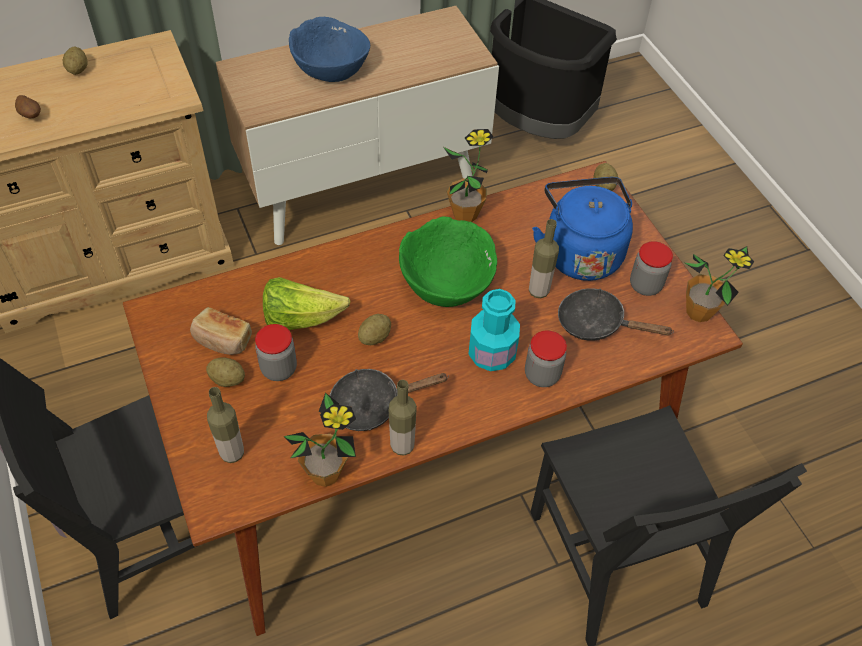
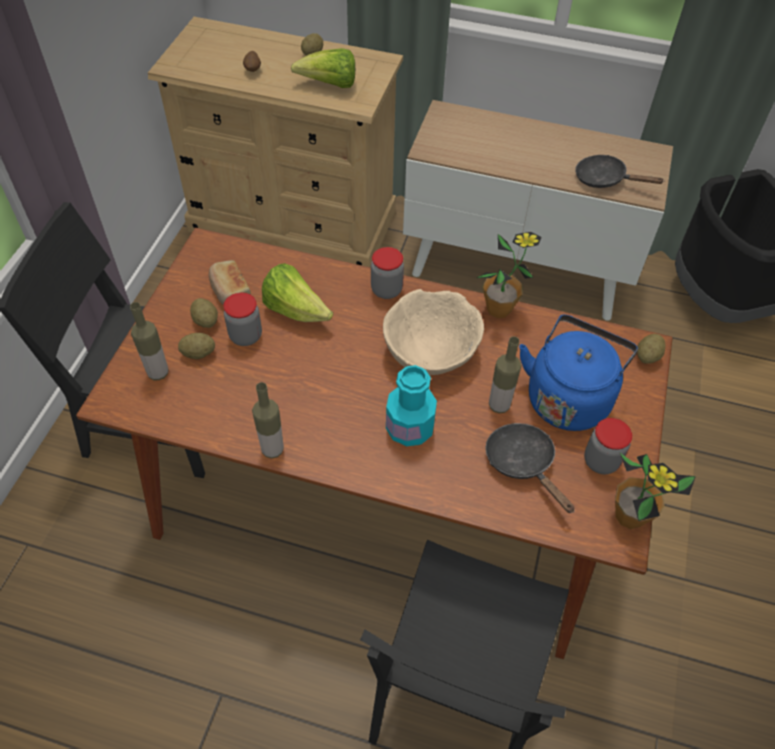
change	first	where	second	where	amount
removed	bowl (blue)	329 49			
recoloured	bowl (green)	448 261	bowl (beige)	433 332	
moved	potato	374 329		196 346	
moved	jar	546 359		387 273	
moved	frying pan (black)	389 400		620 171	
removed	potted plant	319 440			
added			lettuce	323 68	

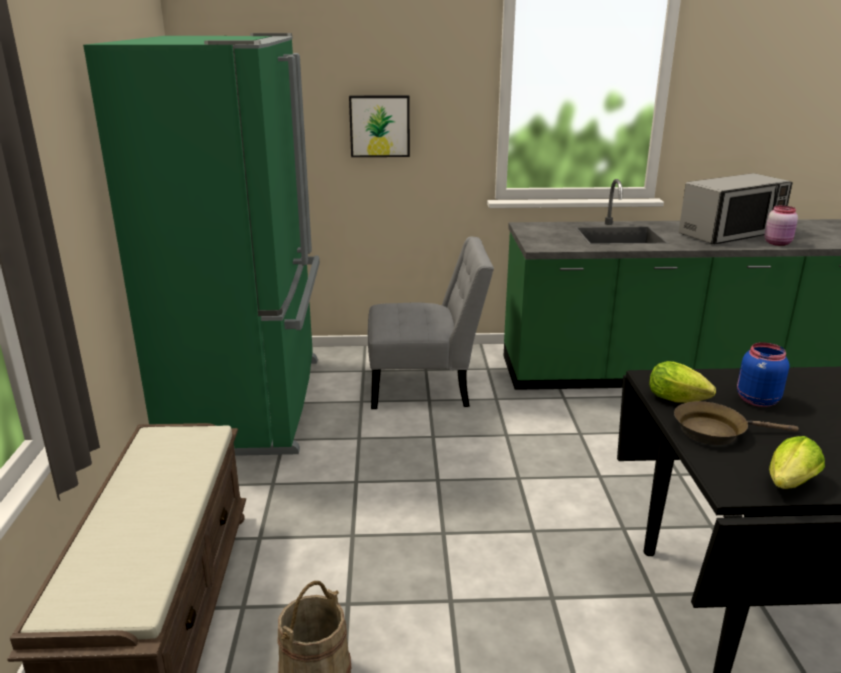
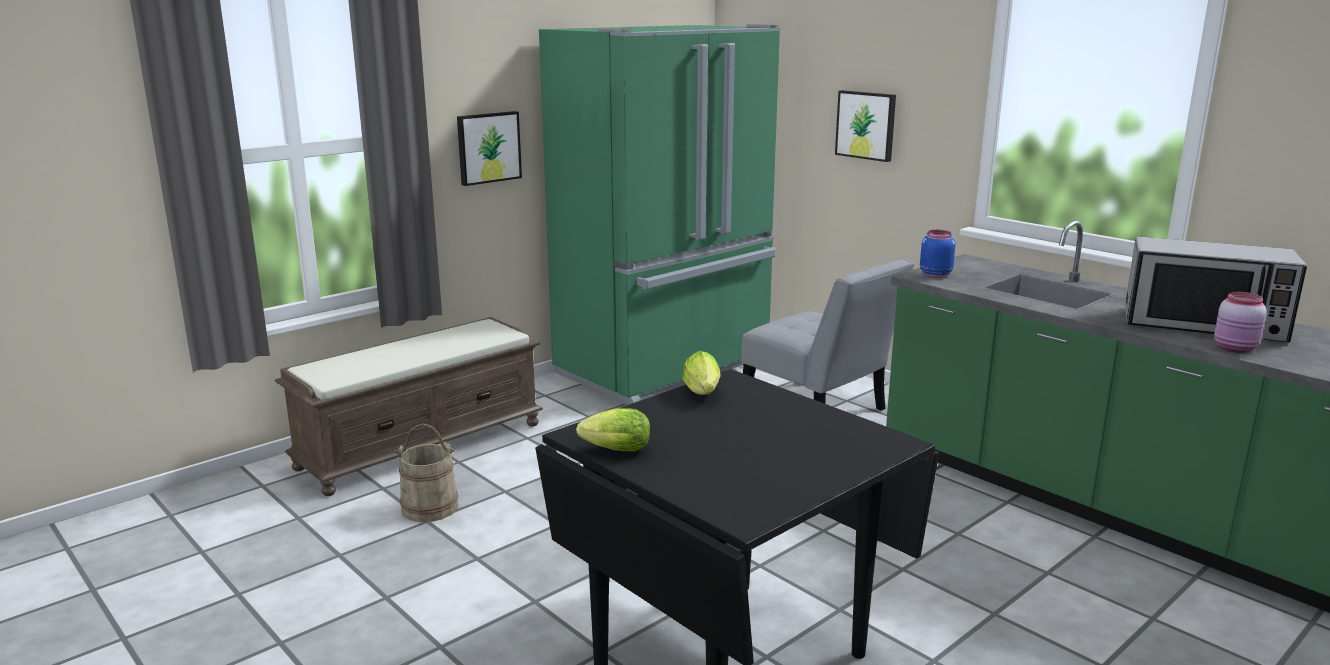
change	first	where	second	where	amount
moved	jar (blue)	763 374		937 254	
removed	frying pan (brown)	736 423			
added			picture	489 148	

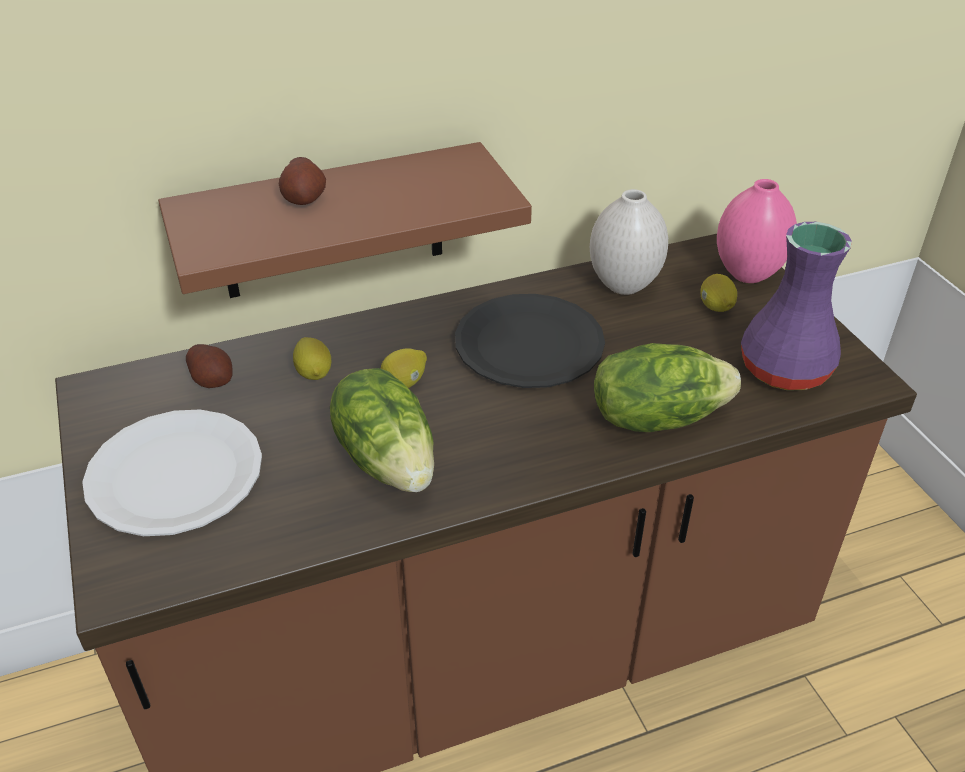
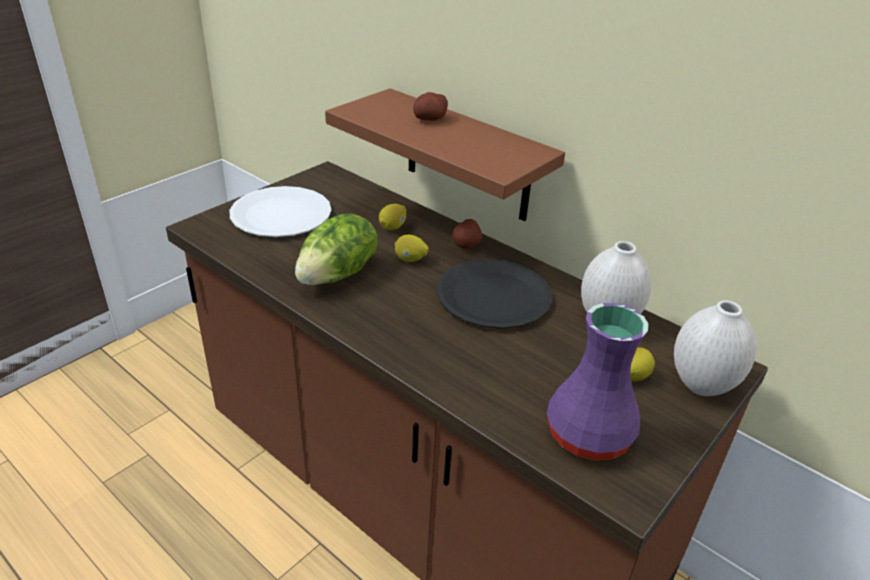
change	first	where	second	where	amount
recoloured	vase (pink)	757 231	vase (white)	715 348	
removed	lettuce	667 387			
moved	potato	209 366		467 234	

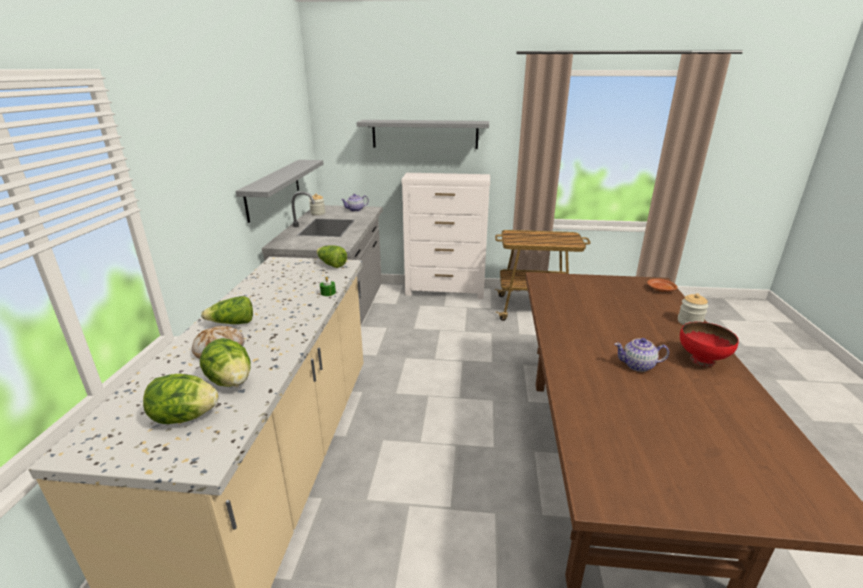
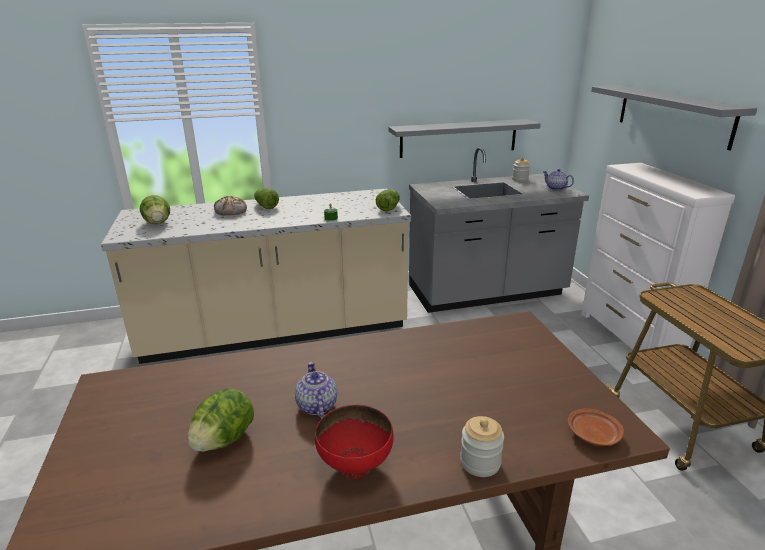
change	first	where	second	where	amount
moved	lettuce	225 362		221 420	

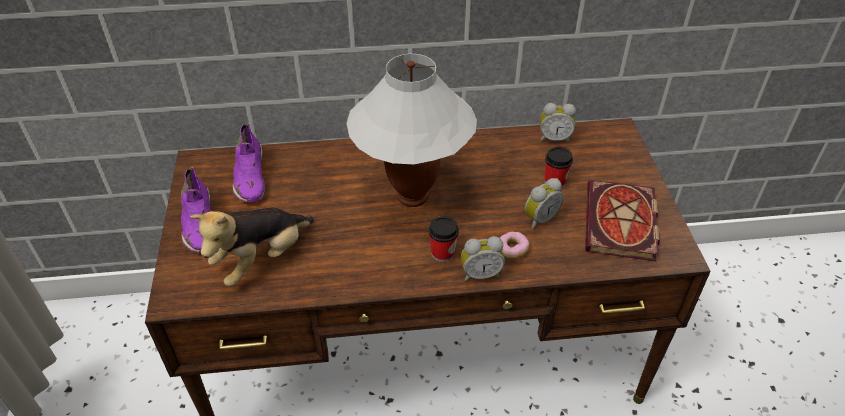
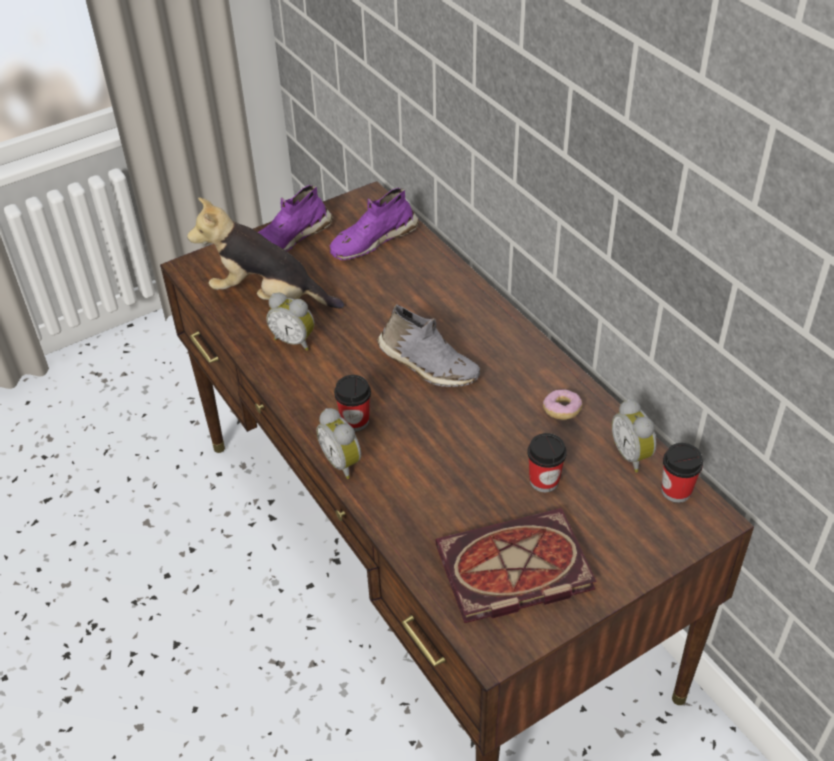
change	first	where	second	where	amount
replaced	table lamp (white)	411 130	shoe (grey)	428 345	
moved	alarm clock	544 203		290 322	
moved	donut	515 245		562 404	
added			cup	682 473	

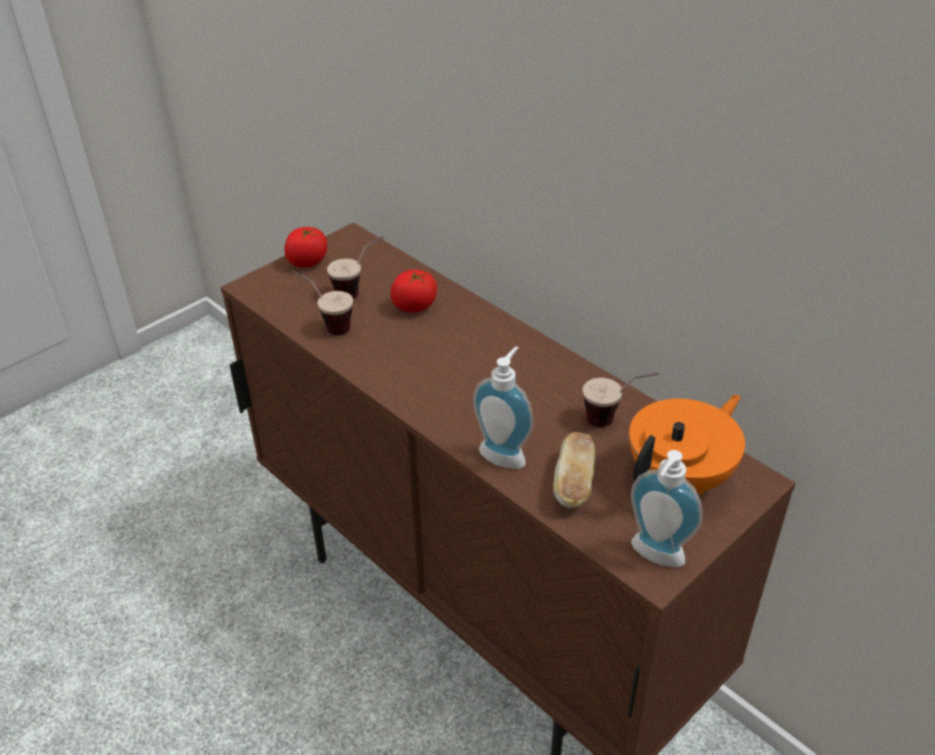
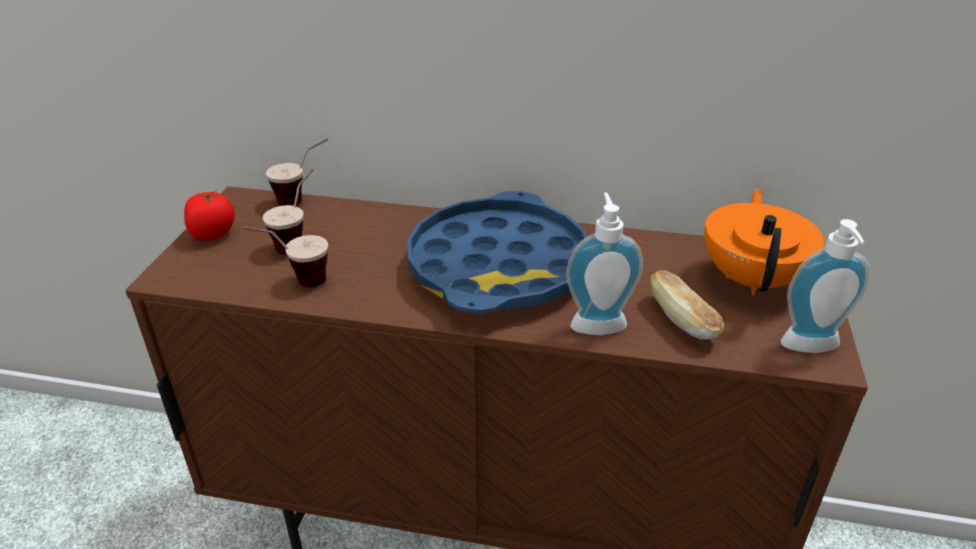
change	first	where	second	where	amount
removed	tomato	414 291			
moved	cup	621 400		297 172	
added			tray (blue)	497 252	

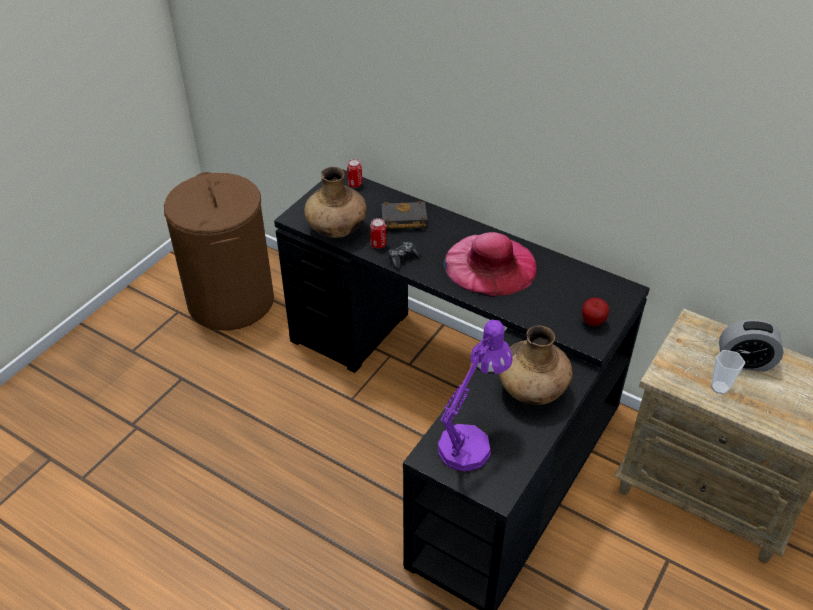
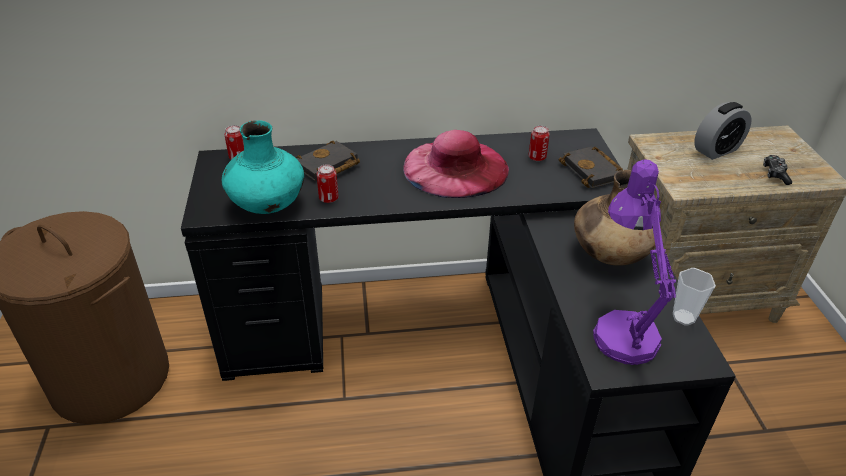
change	first	where	second	where	amount
recoloured	vase (brown)	335 202	vase (turquoise)	263 167	
moved	game controller	404 255		777 170	
replaced	apple	595 311	book (black)	591 168	
moved	cup	728 372		694 297	
added			can	539 143	

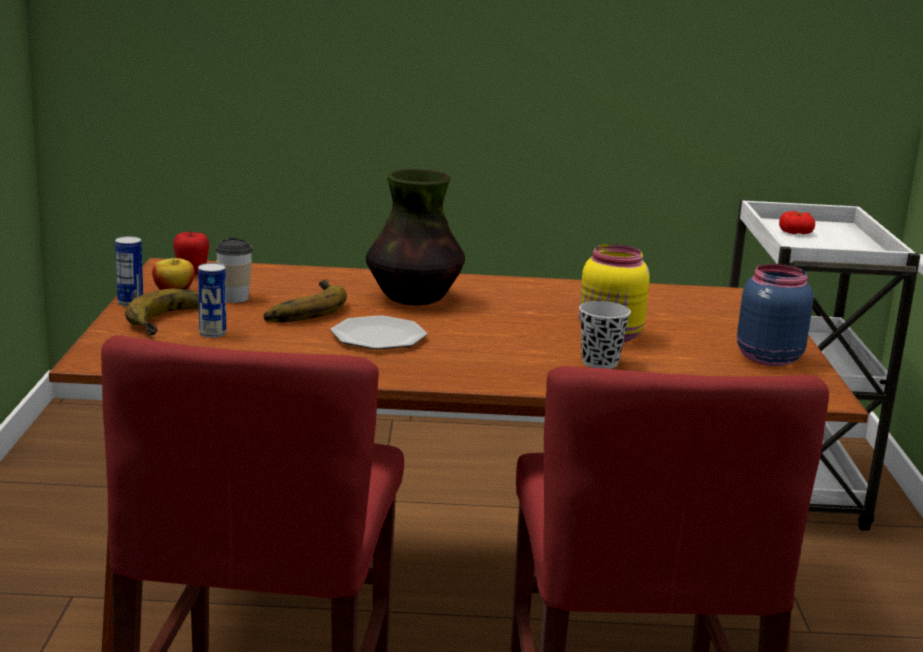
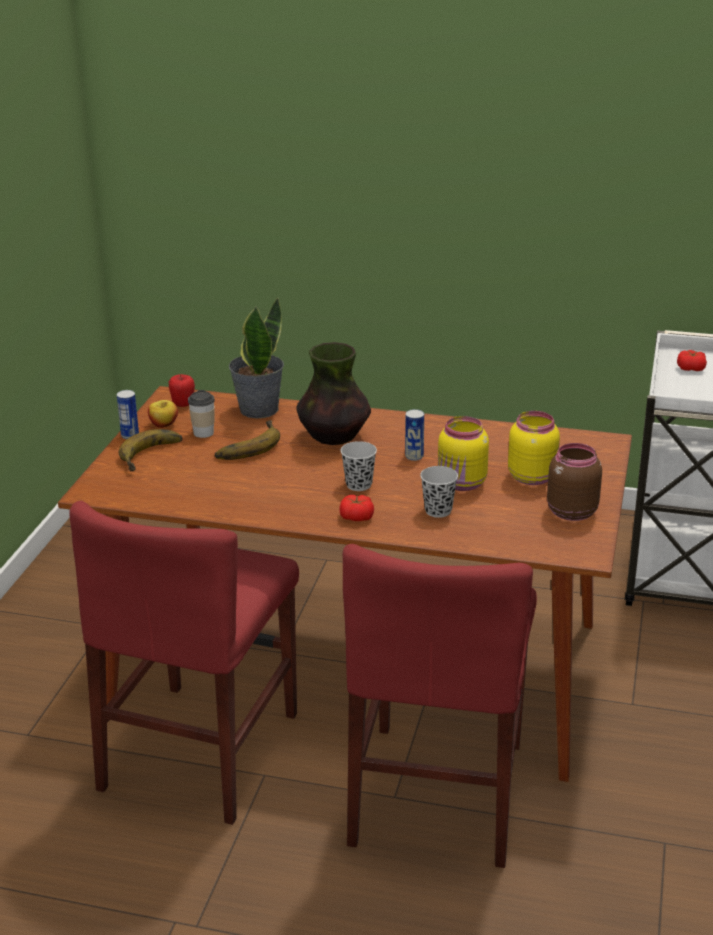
change	first	where	second	where	amount
moved	can	212 300		414 435	
recoloured	jar (blue)	775 315	jar (brown)	574 482	
removed	plate	379 332			
added			potted plant	256 357	
added			jar (yellow)	534 448	
added			cup (black)	359 466	
added			tomato	356 508	

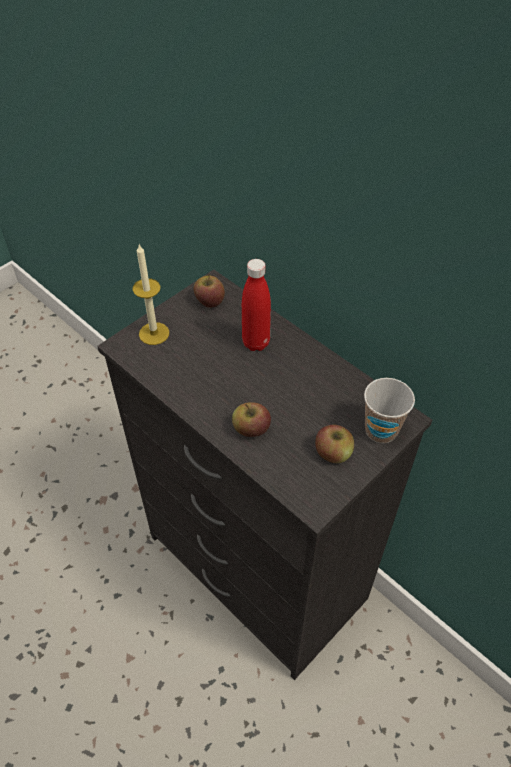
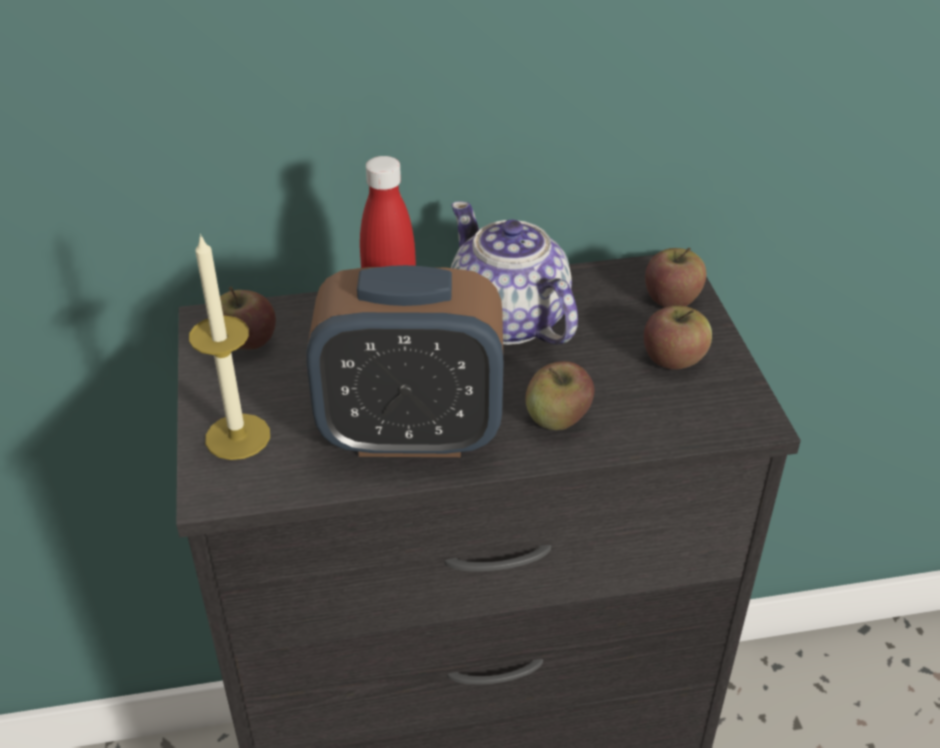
change	first	where	second	where	amount
replaced	cup	389 410	apple	675 277	
added			teapot	514 273	
added			alarm clock	404 361	

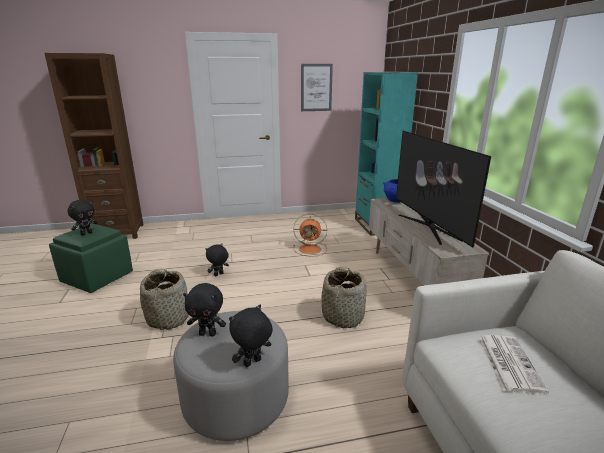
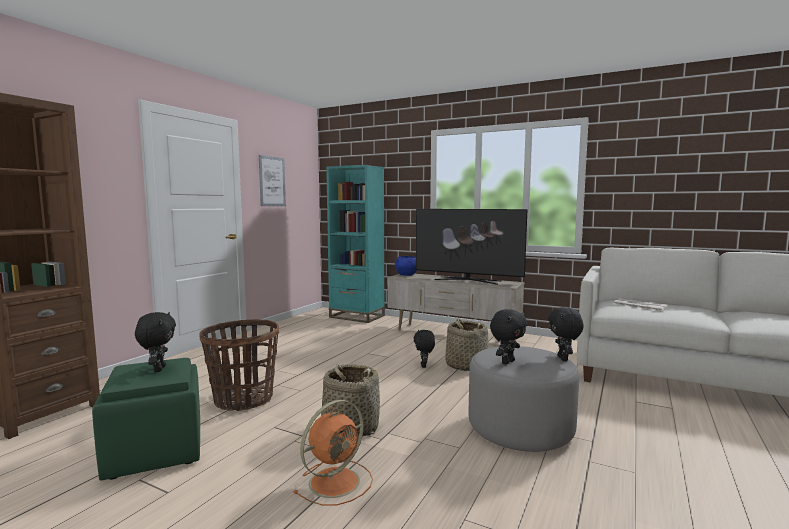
change	first	where	second	where	amount
moved	fan (orange)	310 235		333 453	
moved	plush toy (black)	217 260		424 349	
added			basket	239 365	

